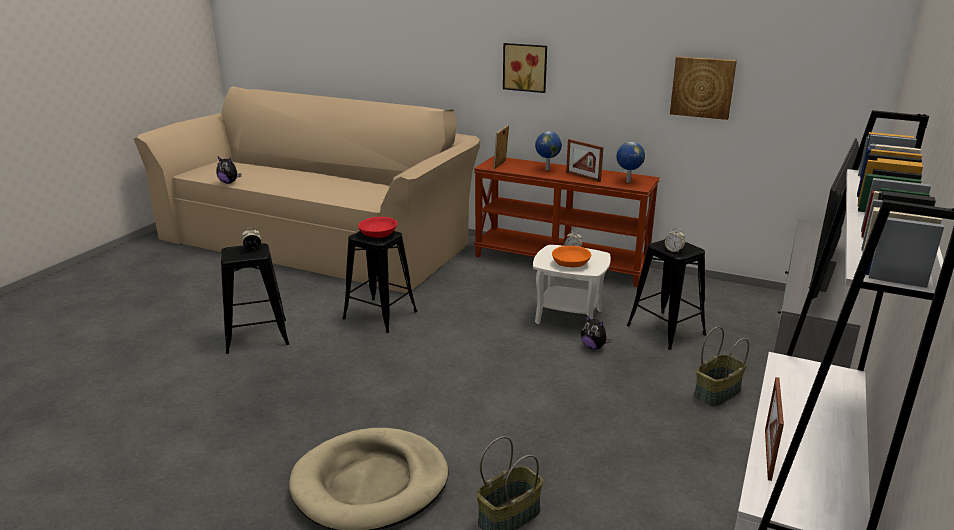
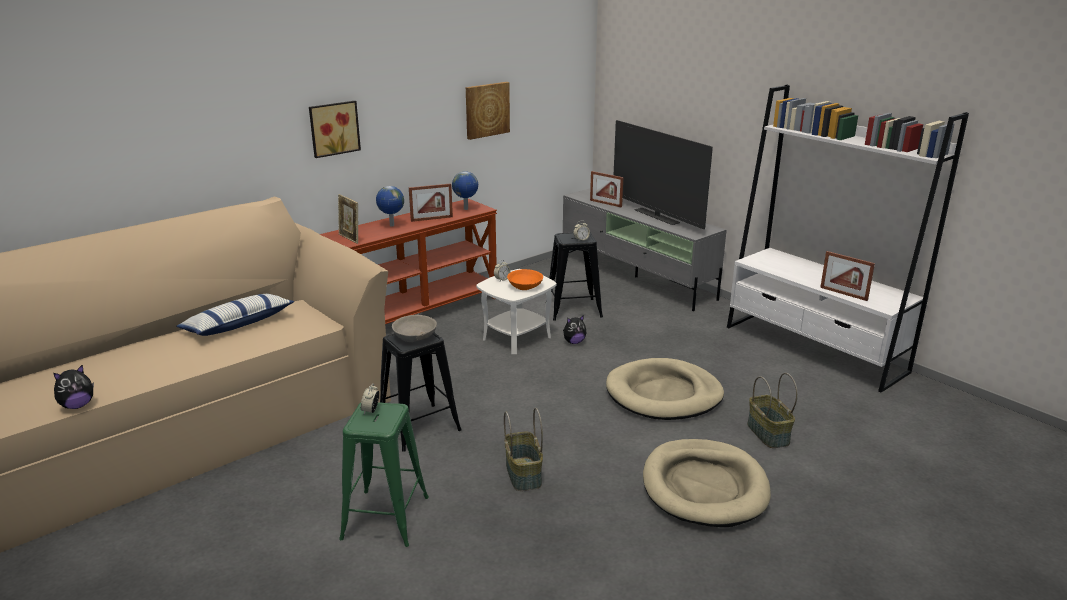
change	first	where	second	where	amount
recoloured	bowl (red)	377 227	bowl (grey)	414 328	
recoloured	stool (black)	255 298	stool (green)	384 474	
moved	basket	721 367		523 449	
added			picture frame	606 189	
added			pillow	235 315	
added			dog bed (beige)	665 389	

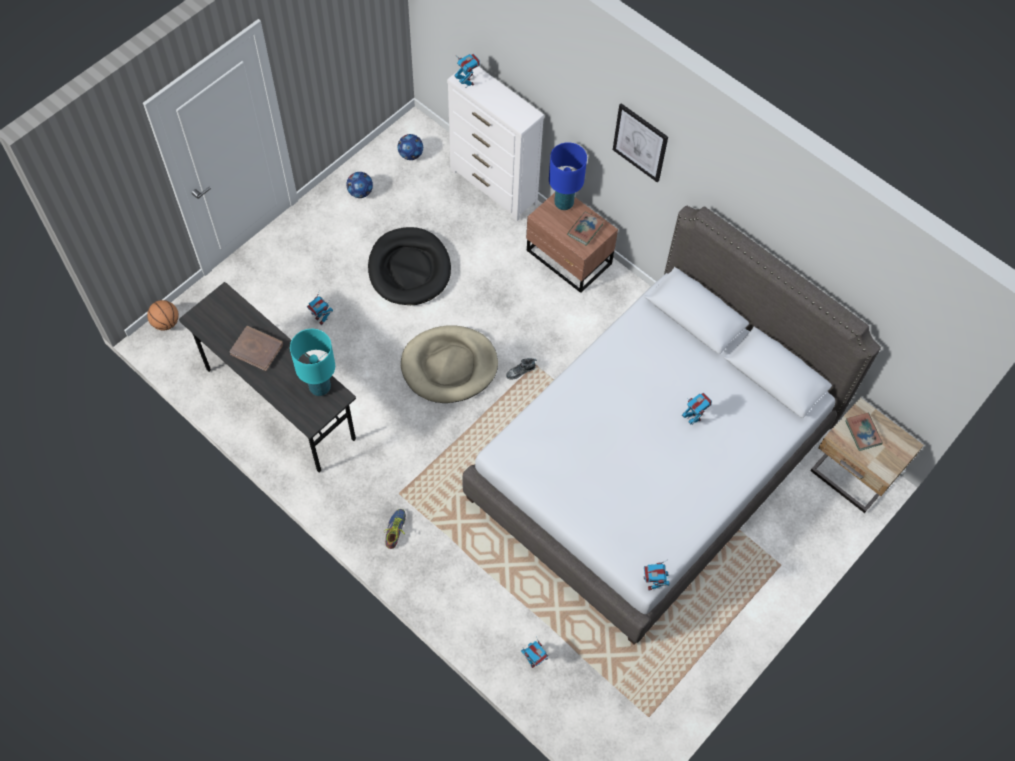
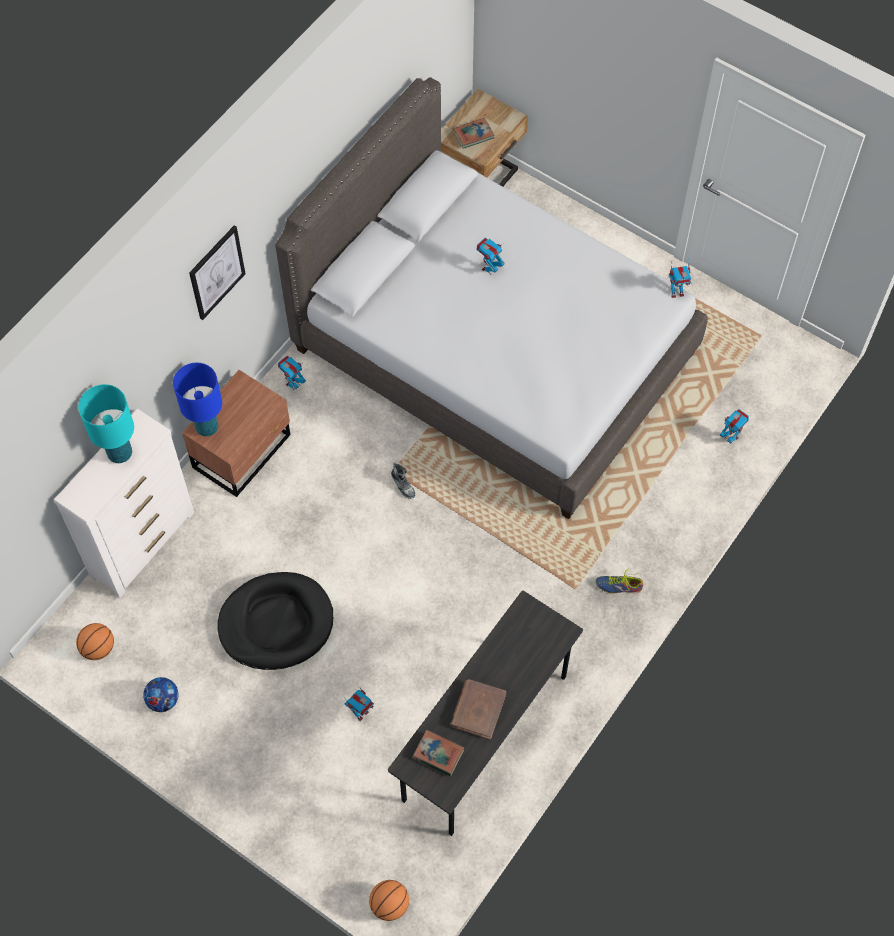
change	first	where	second	where	amount
moved	toy robot	467 71		292 373	
replaced	football	410 147	basketball	95 641	
moved	book	585 229		438 753	
removed	dog bed (beige)	449 364			
moved	table lamp (turquoise)	312 362		106 423	

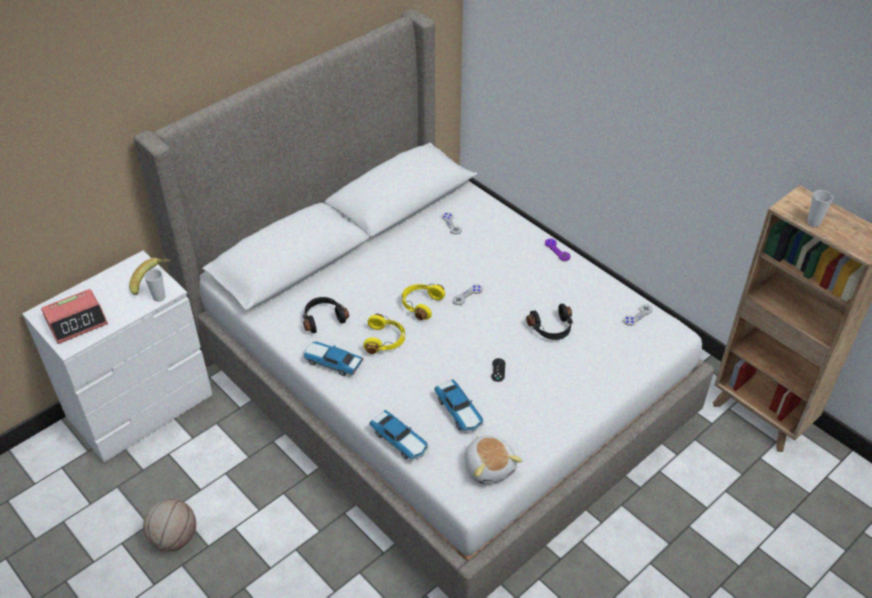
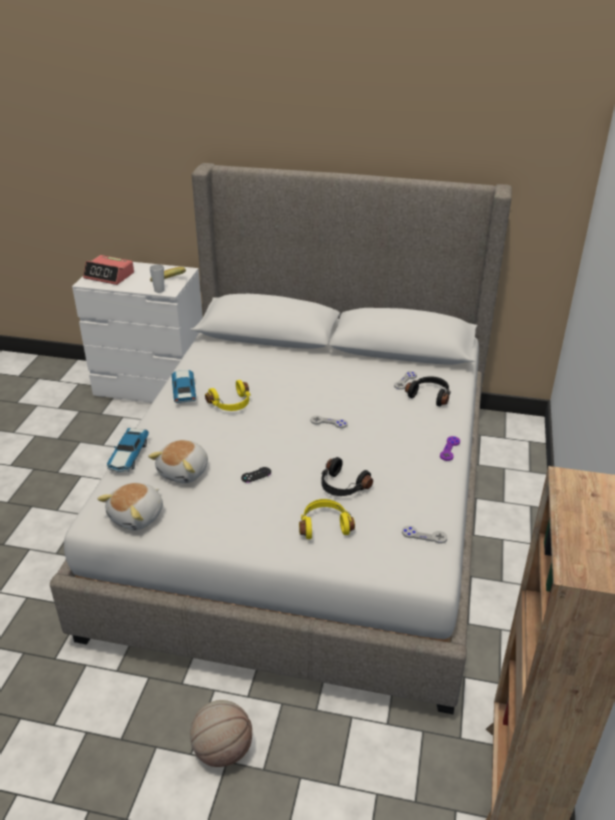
change	first	where	second	where	amount
removed	cup	820 208			
moved	headphones (yellow)	423 302		327 519	
moved	headphones (black)	326 315		428 391	
replaced	toy car	459 406	plush toy	178 462	
moved	basketball	169 525		221 733	

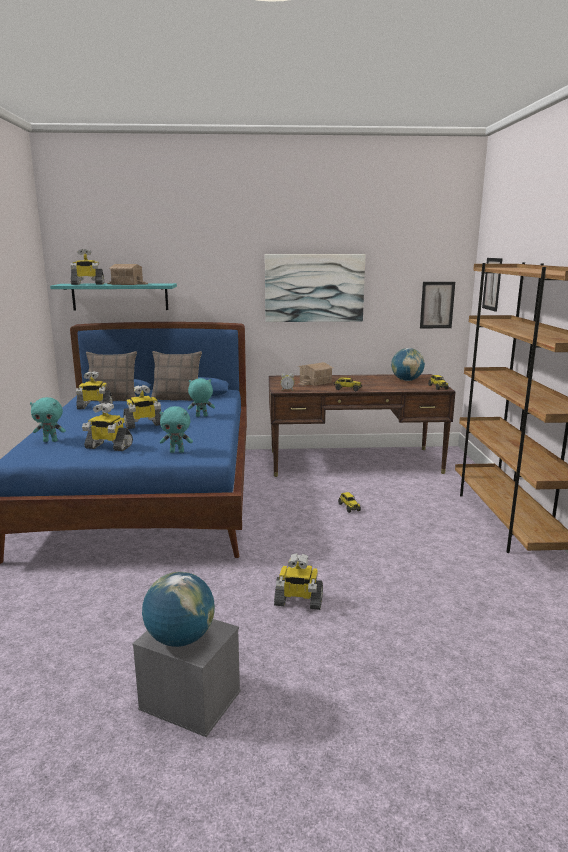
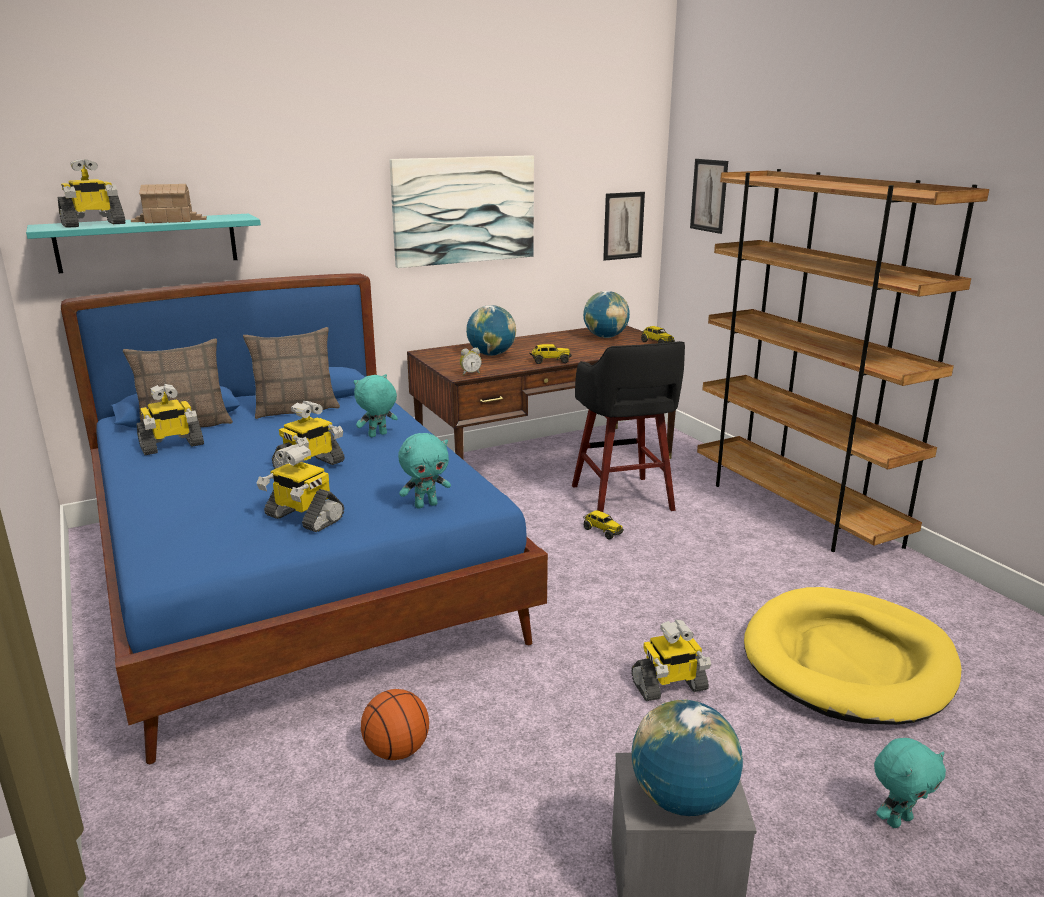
change	first	where	second	where	amount
replaced	toy house	315 374	globe	491 330	
moved	plush toy (turquoise)	48 419		910 783	
turned	toy robot	107 427		300 488	45 degrees clockwise
added			stool (black)	628 426	
added			dog bed (yellow)	853 656	
added			basketball	395 724	

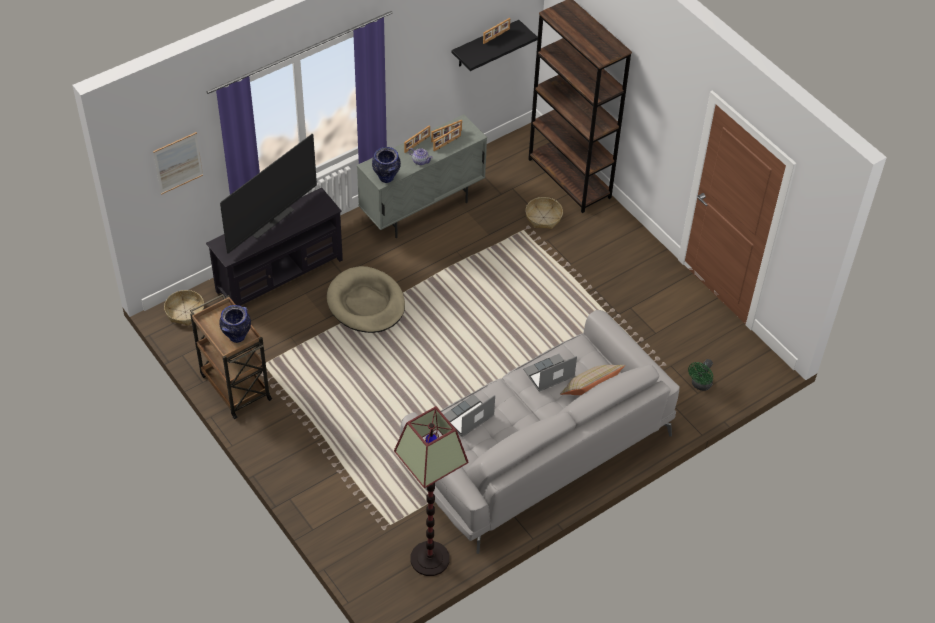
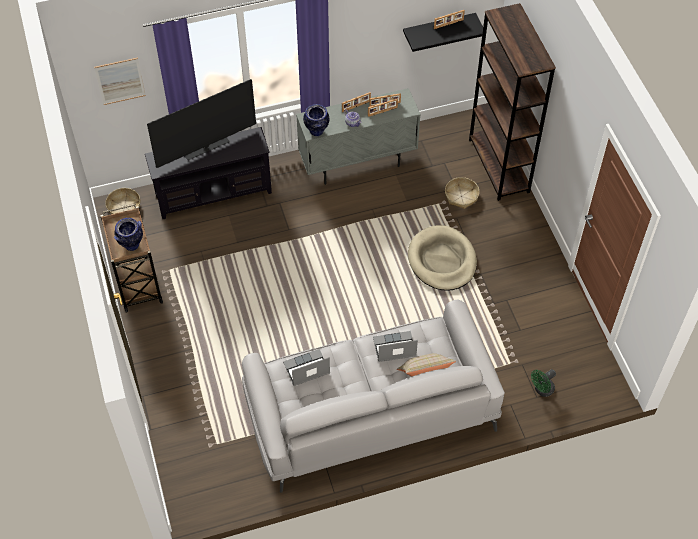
change	first	where	second	where	amount
moved	dog bed (beige)	366 299		442 258	
removed	floor lamp	431 491			

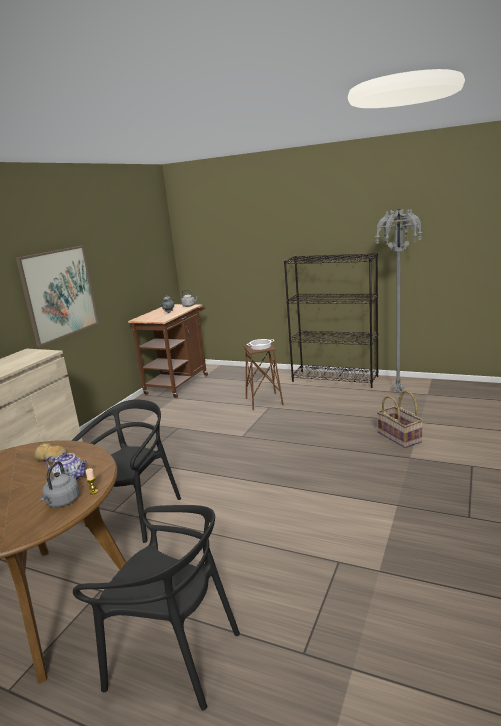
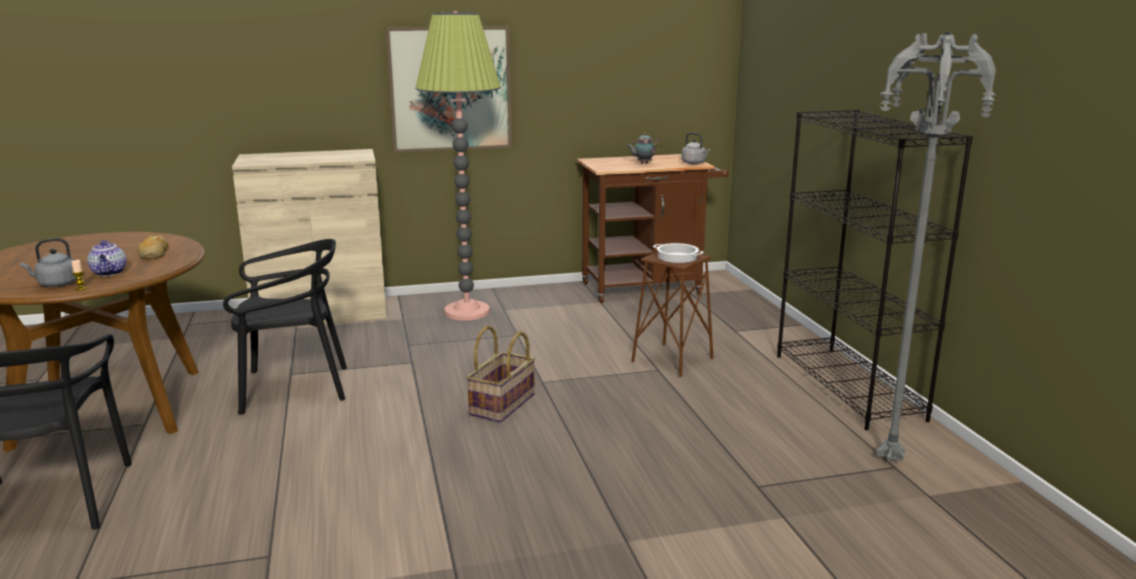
change	first	where	second	where	amount
moved	basket	400 419		500 374	
added			floor lamp	458 166	

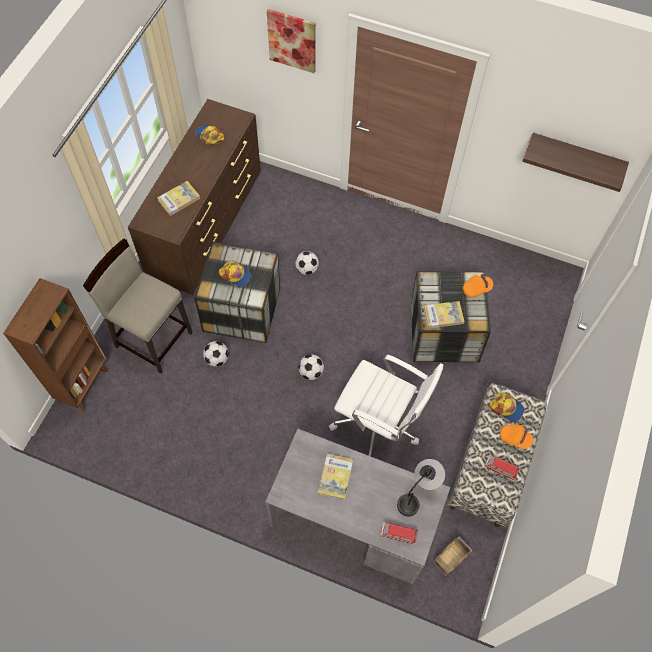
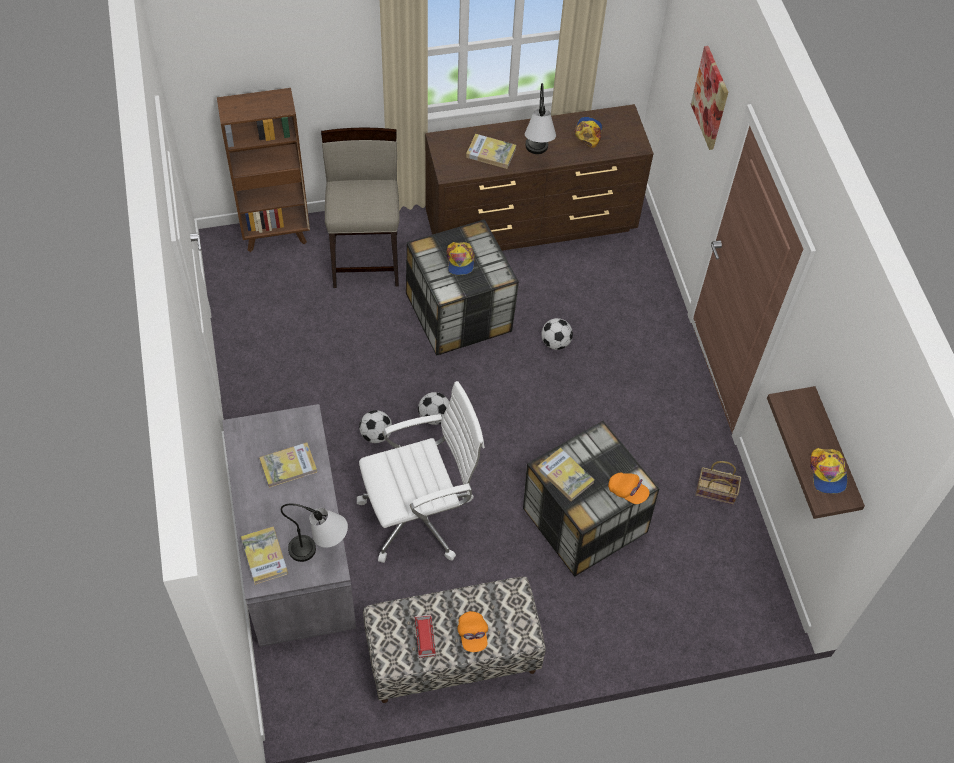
change	first	where	second	where	amount
moved	football	216 354		375 426	
turned	office chair (white)	386 405		421 472	105 degrees counterclockwise
moved	cap	506 407		828 471	
replaced	toy car	399 533	book	264 556	
moved	basket	453 556		718 483	
added			table lamp	540 118	

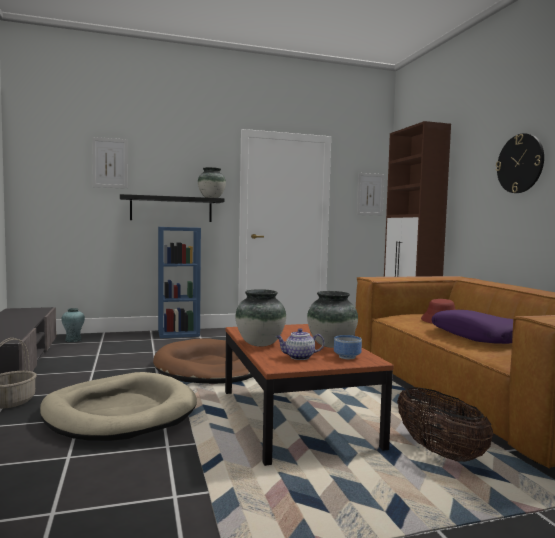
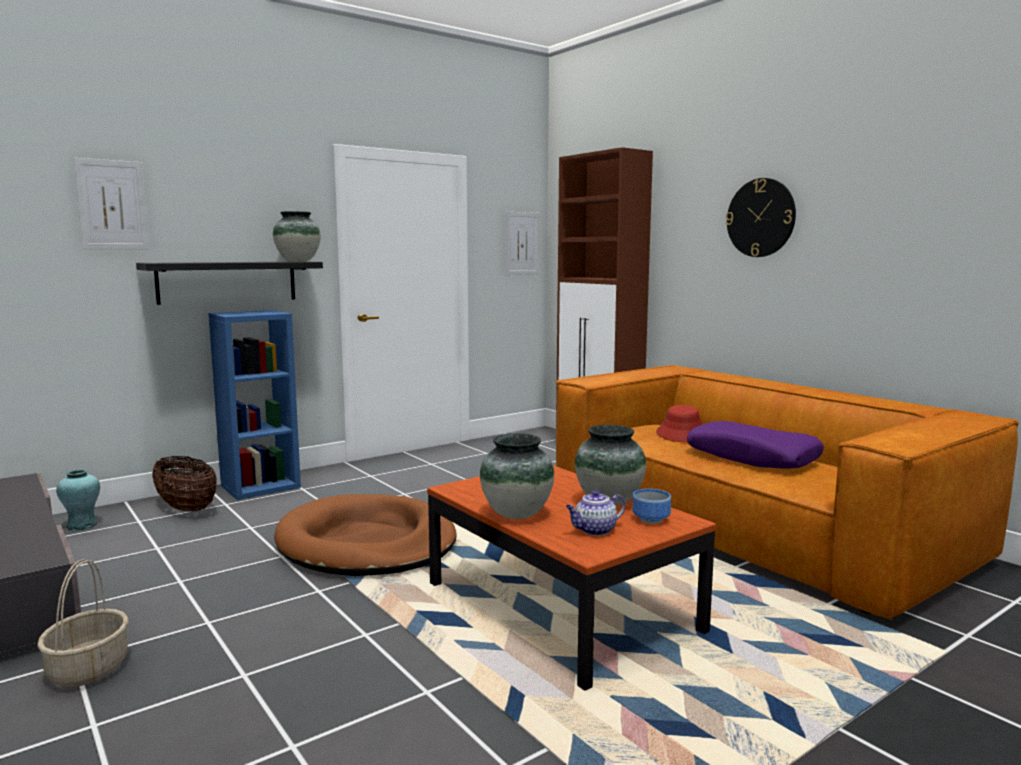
change	first	where	second	where	amount
removed	dog bed (beige)	118 406			
moved	basket	445 424		184 484	

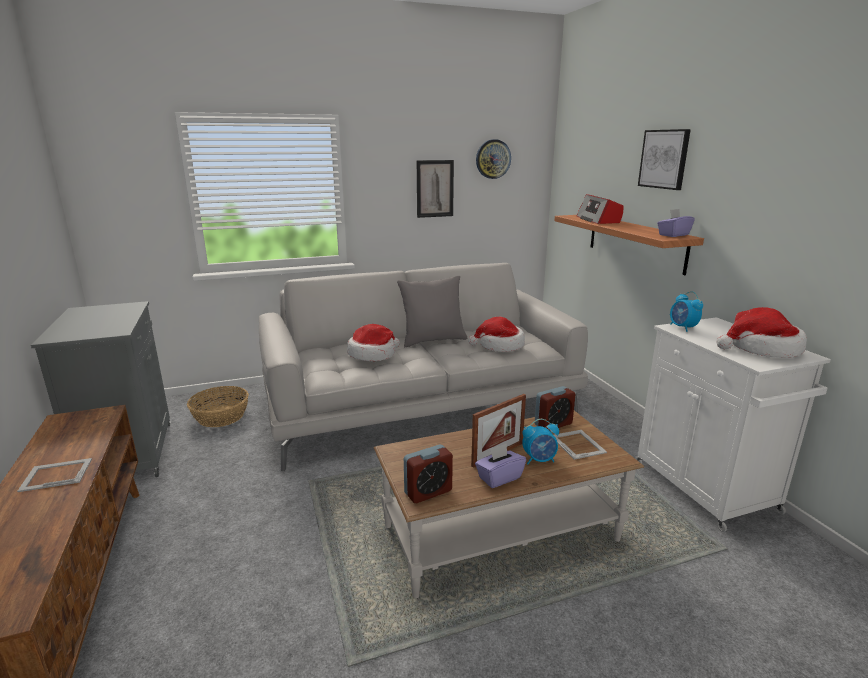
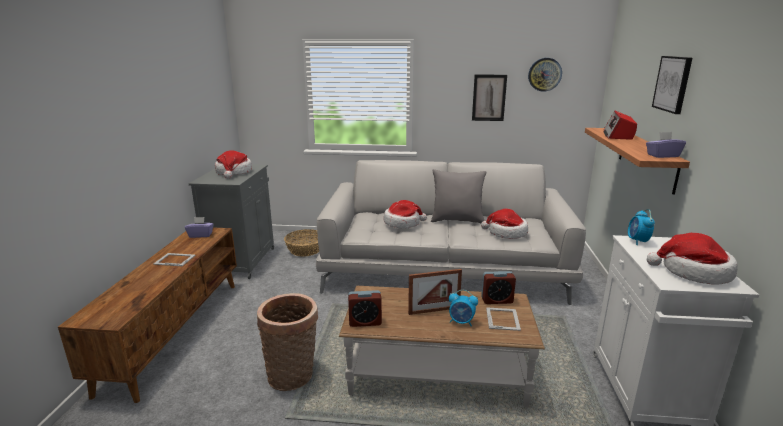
change	first	where	second	where	amount
moved	tissue box (purple)	500 465		199 227	
added			hat	233 164	
added			basket	287 342	

